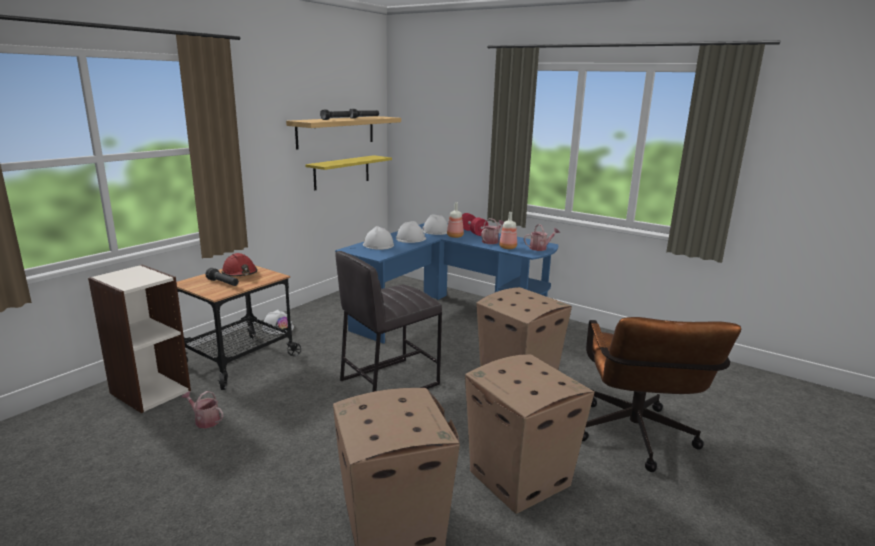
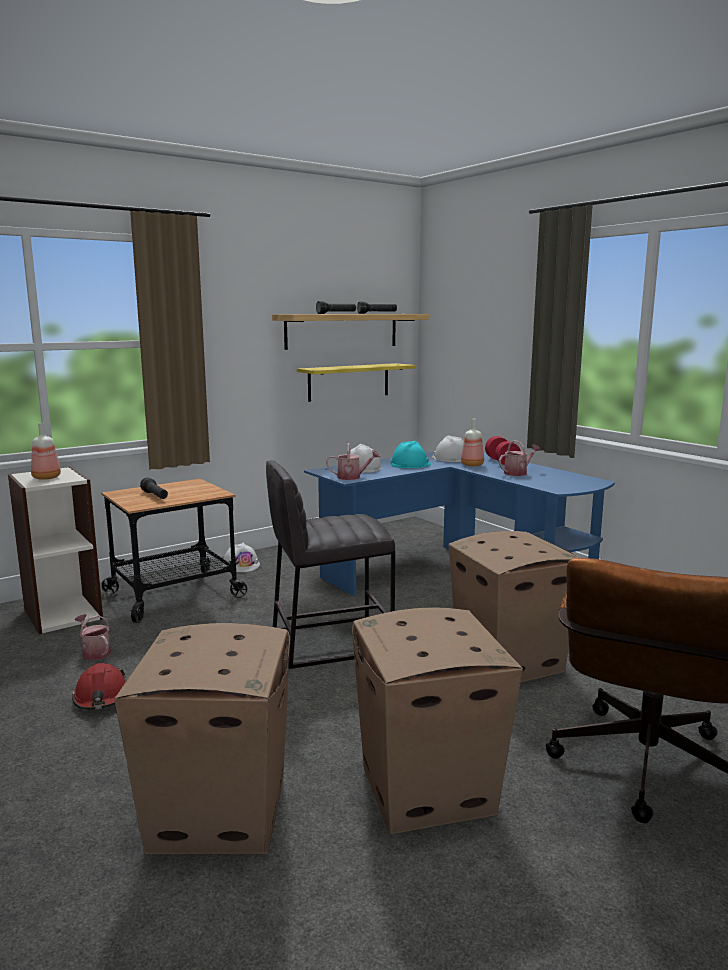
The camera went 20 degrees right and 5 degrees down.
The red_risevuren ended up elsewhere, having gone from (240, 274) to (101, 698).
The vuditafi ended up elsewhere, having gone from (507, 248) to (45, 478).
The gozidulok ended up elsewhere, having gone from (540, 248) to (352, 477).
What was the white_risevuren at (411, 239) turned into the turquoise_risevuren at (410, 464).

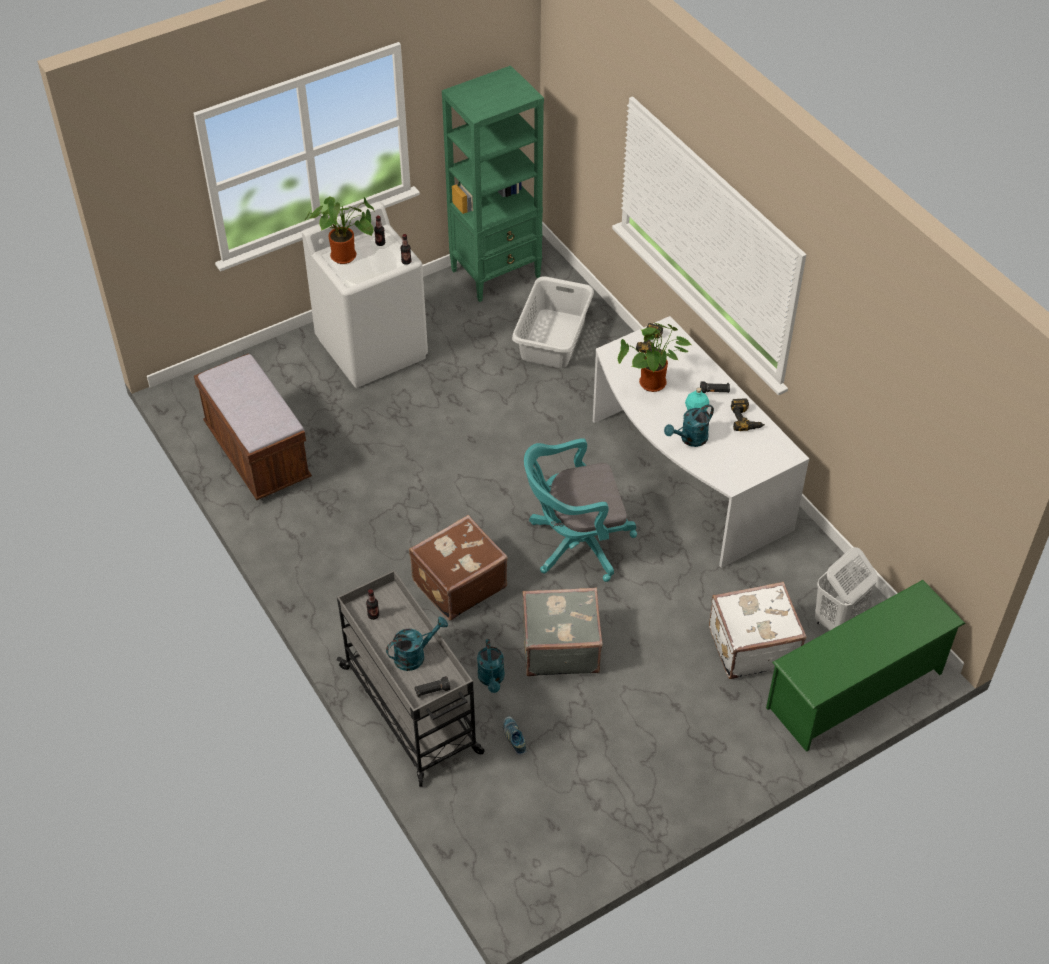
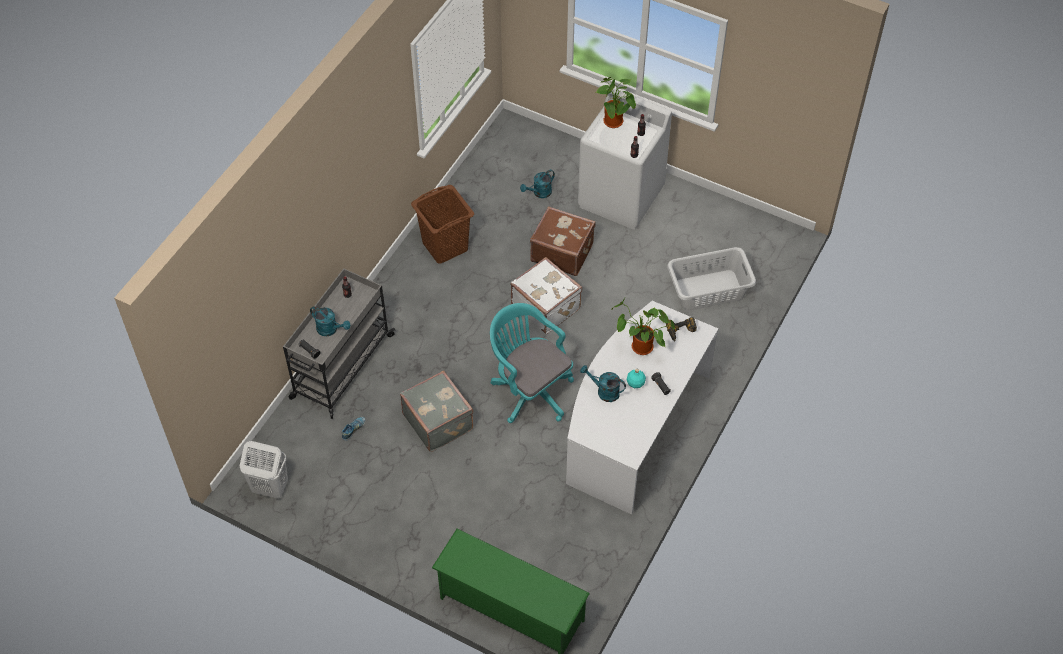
The camera went 60 degrees right and 5 degrees up.
The second view lost the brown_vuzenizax at (257, 453).
The second view lost the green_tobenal at (496, 273).
The second view lost the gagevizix at (746, 419).
The second view gained the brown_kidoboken at (445, 246).
The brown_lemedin ended up elsewhere, having gone from (458, 583) to (562, 252).
The turquoise_gozidulok ended up elsewhere, having gone from (492, 679) to (539, 193).
The white_lemedin ended up elsewhere, having gone from (751, 645) to (546, 306).
The white_kidoboken ended up elsewhere, having gone from (837, 620) to (269, 488).

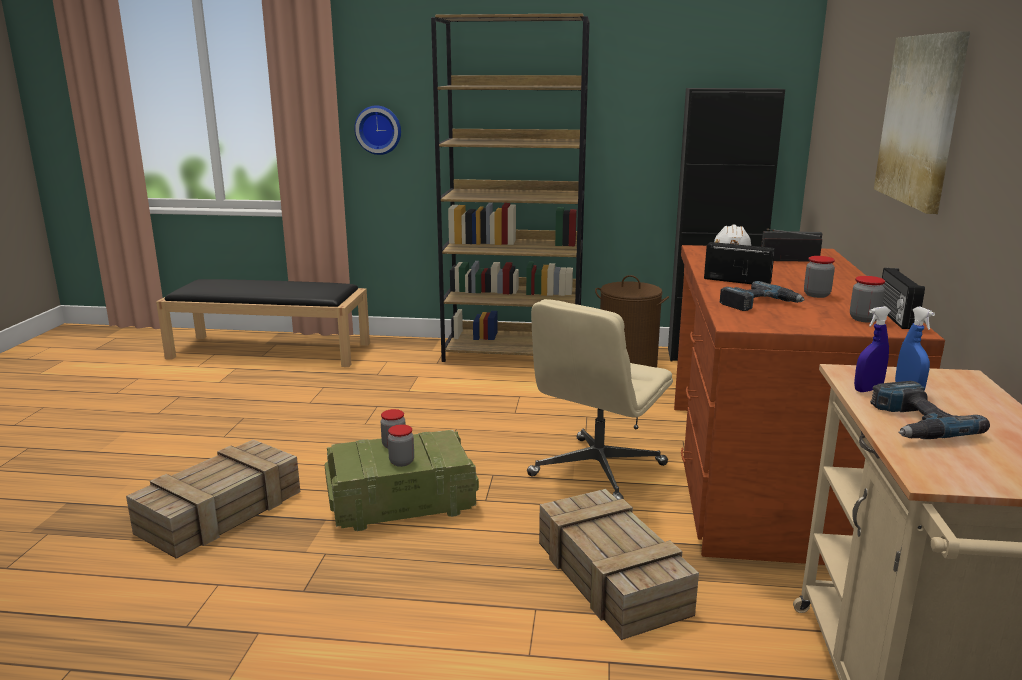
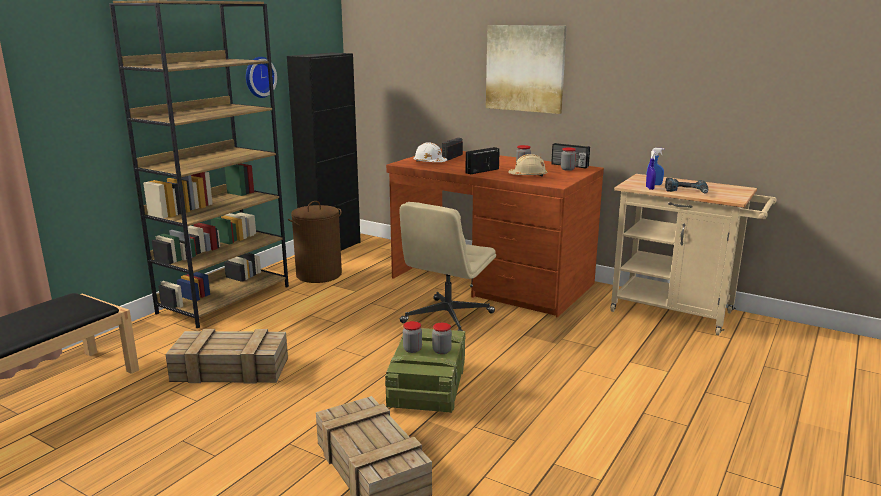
The camera went 65 degrees left and 0 degrees up.
The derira ended up elsewhere, having gone from (379, 130) to (258, 77).
The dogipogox ended up elsewhere, having gone from (613, 578) to (232, 369).
Where the gagevizix stood at (759, 304), the beige_risevuren came to stand at (528, 176).
The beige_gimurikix at (597, 471) ended up facing another way, 60 degrees clockwise from before.

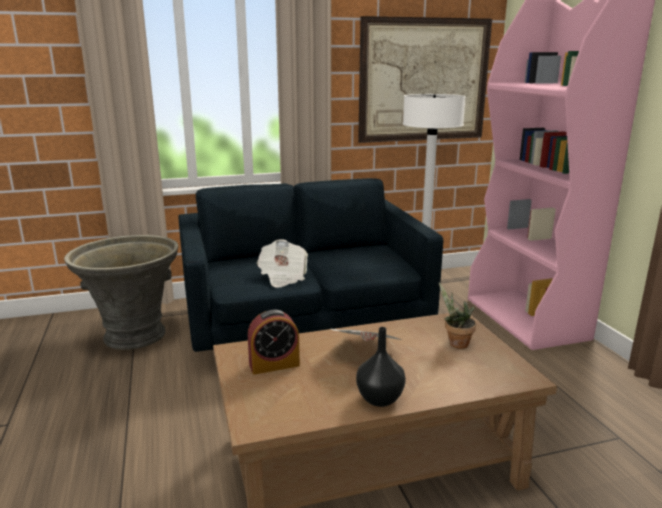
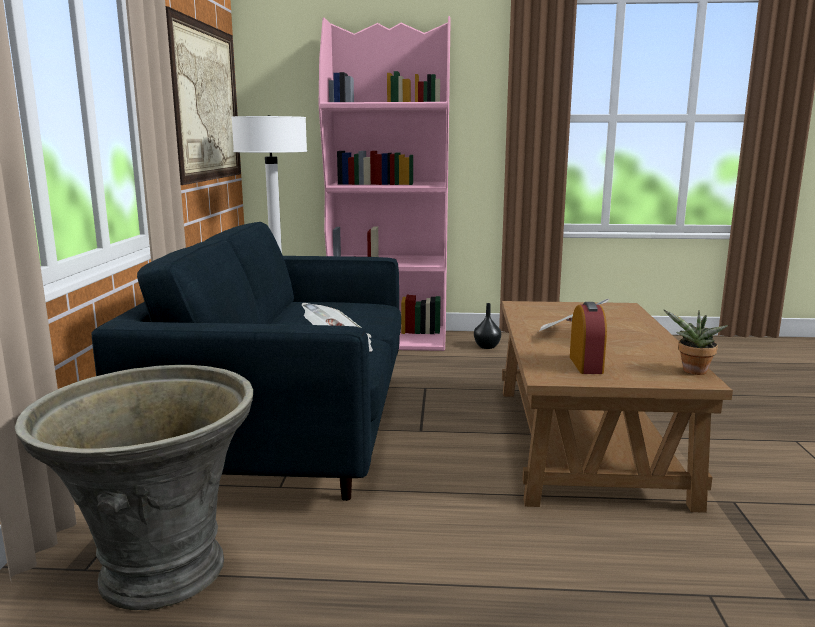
The camera went 70 degrees left and 5 degrees down.
The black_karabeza ended up elsewhere, having gone from (381, 399) to (487, 346).
The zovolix ended up elsewhere, having gone from (455, 343) to (692, 372).

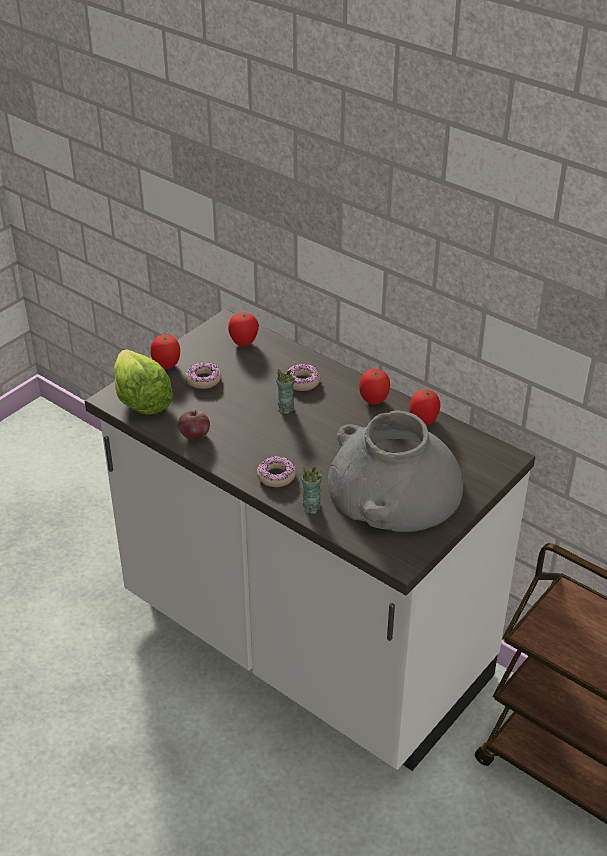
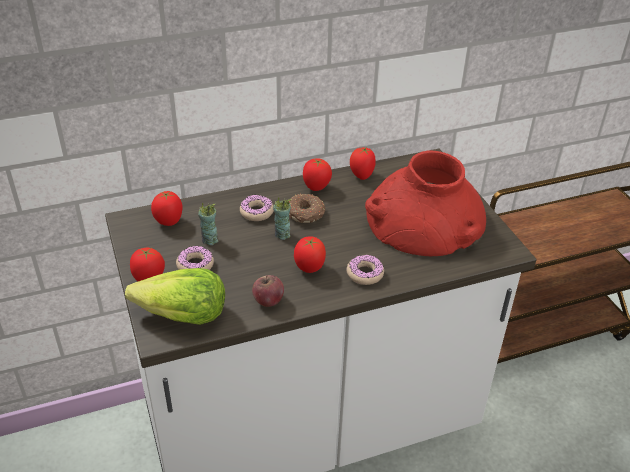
The camera went 60 degrees left and 0 degrees up.
The second view gained the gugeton at (306, 214).
The second view gained the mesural at (309, 268).
The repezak ended up elsewhere, having gone from (311, 507) to (209, 240).
What was the grey_karabeza at (394, 487) turned into the red_karabeza at (425, 219).

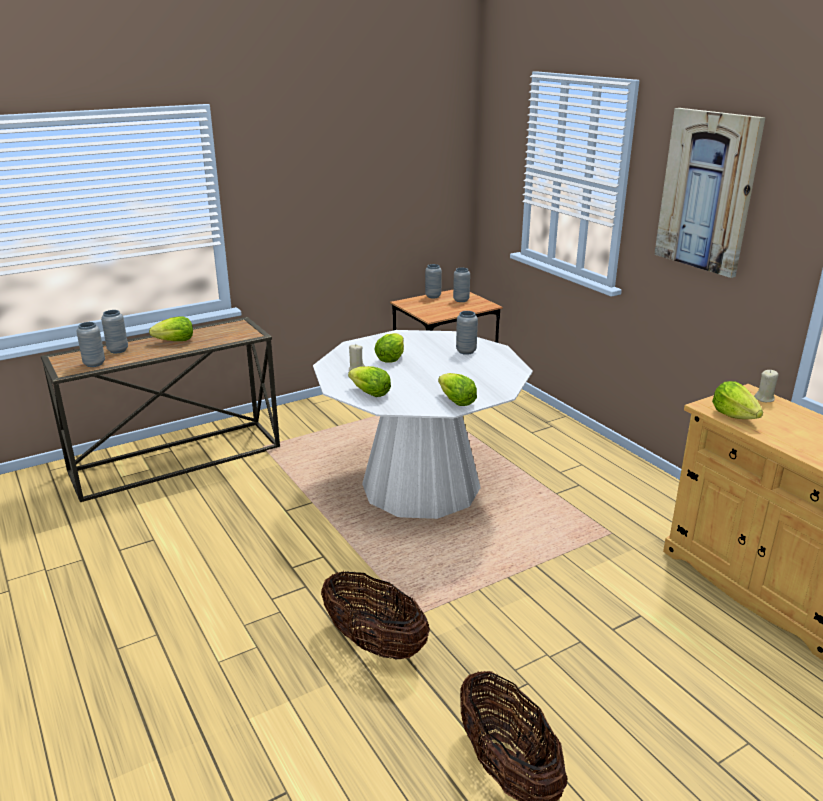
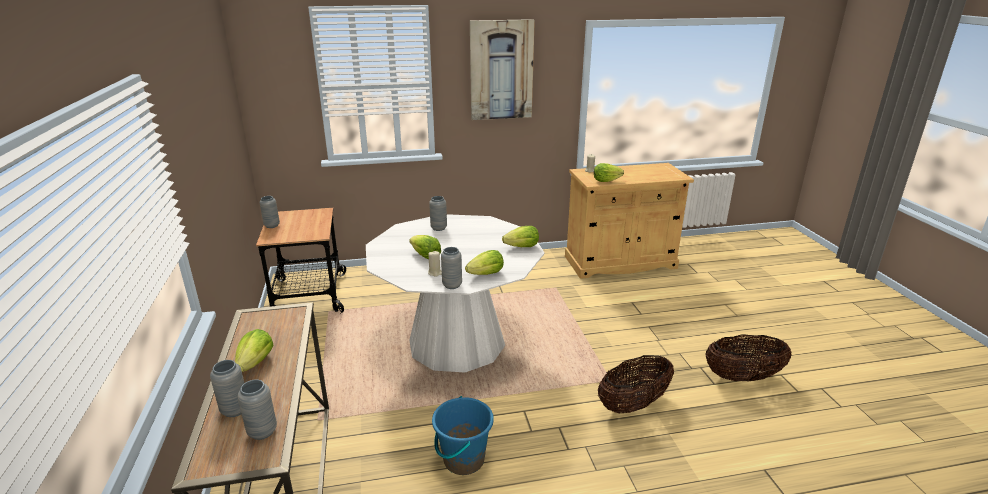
The camera went 70 degrees left and 0 degrees up.
The second view gained the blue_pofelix at (463, 460).
The grey_karabeza ended up elsewhere, having gone from (461, 300) to (452, 285).

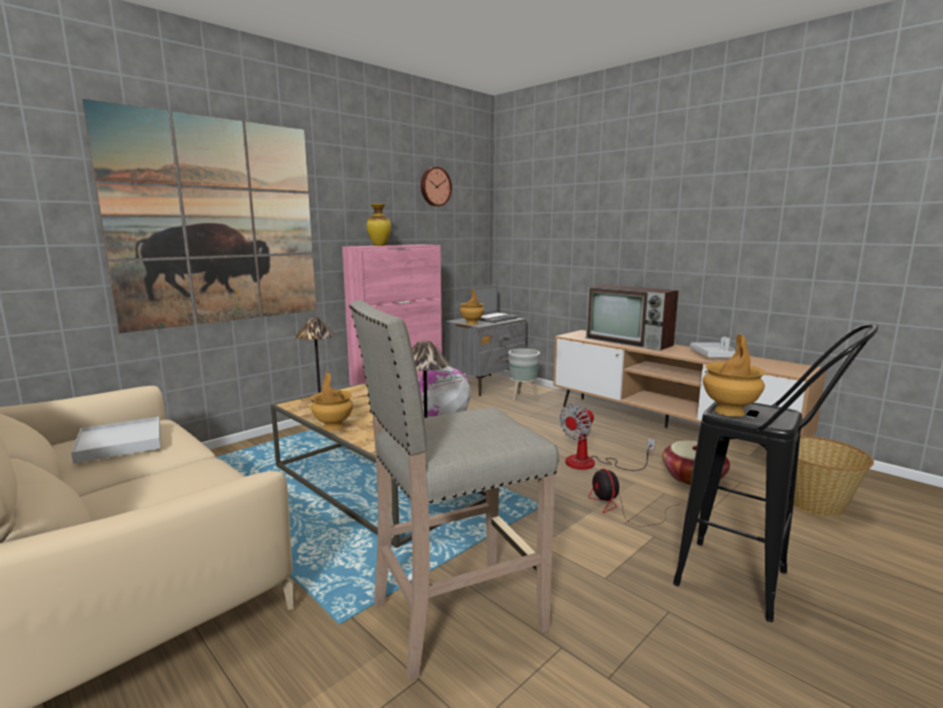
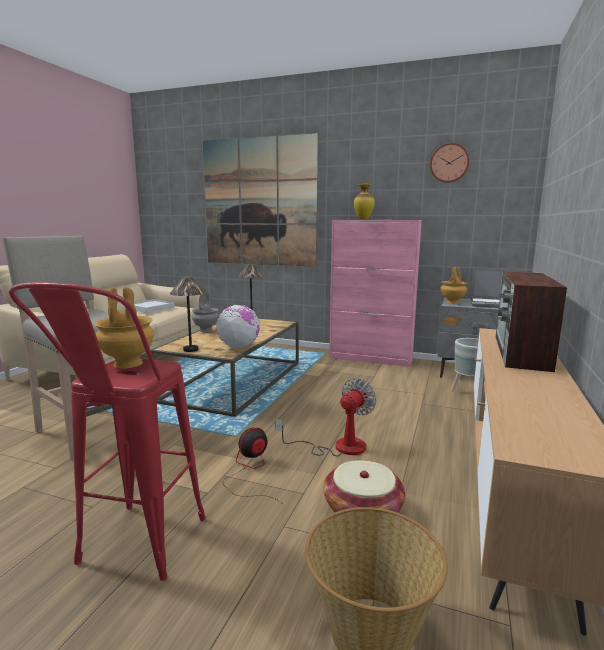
The camera went 65 degrees right and 0 degrees up.
The second view lost the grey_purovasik at (713, 356).
What was the brown_karabeza at (333, 427) turned into the grey_karabeza at (206, 330).
What was the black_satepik at (751, 586) turned into the red_satepik at (133, 554).
The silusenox at (591, 464) ended up facing another way, 105 degrees clockwise from before.

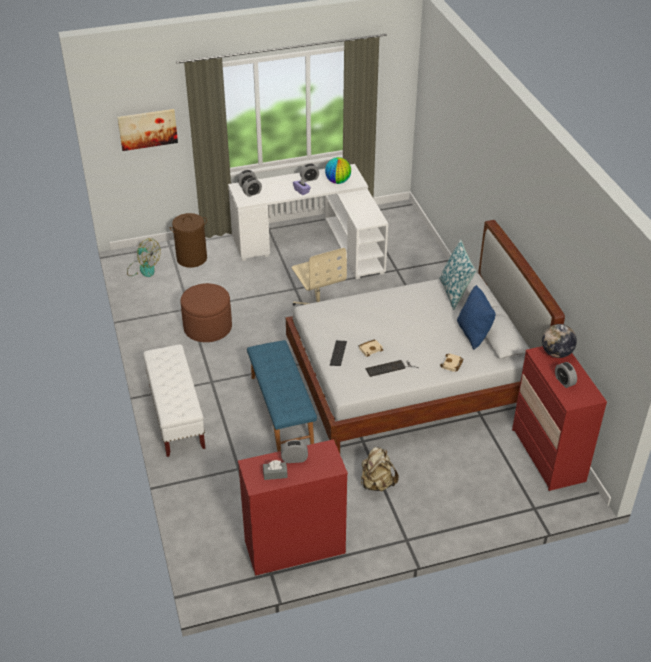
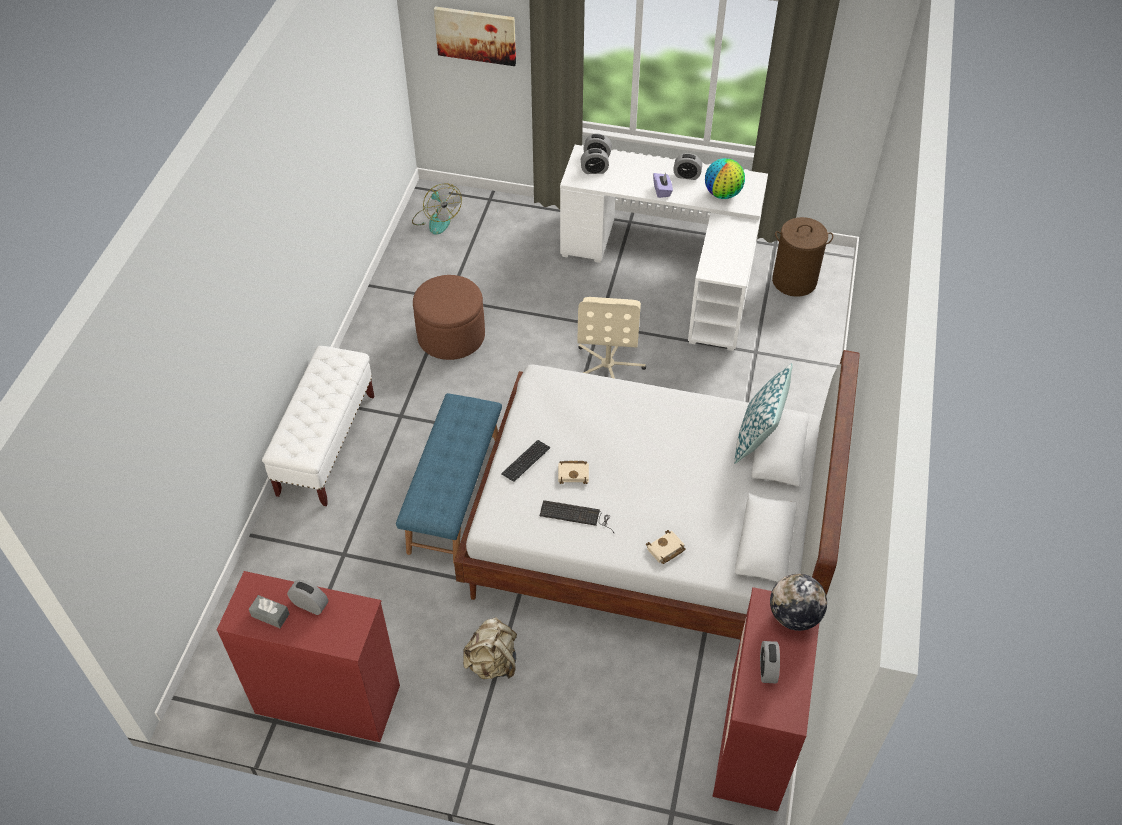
The camera went 30 degrees right and 10 degrees up.
The second view lost the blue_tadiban at (474, 333).
The brown_kidoboken ended up elsewhere, having gone from (192, 258) to (794, 281).

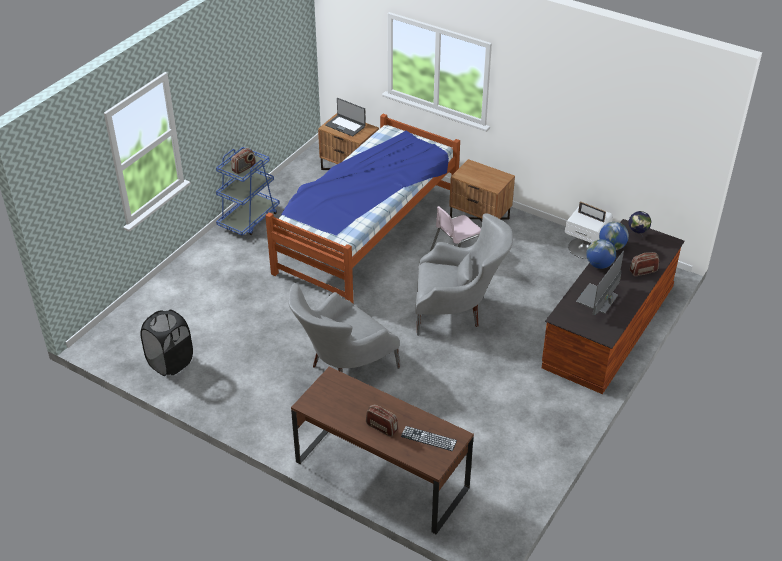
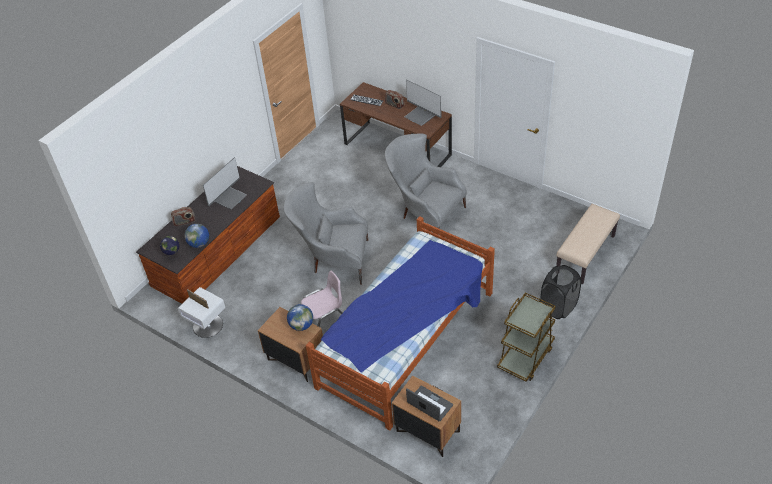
The camera went 175 degrees left and 5 degrees up.
The second view lost the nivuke at (244, 168).
The second view gained the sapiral at (420, 116).
The second view gained the beige_vuzenizax at (586, 255).
The black_kidoboken ended up elsewhere, having gone from (170, 362) to (558, 307).
The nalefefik ended up elsewhere, having gone from (599, 265) to (301, 325).
What was the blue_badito at (249, 219) turned into the brown_badito at (525, 357).
The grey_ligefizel at (342, 368) ended up facing another way, 105 degrees counterclockwise from before.

